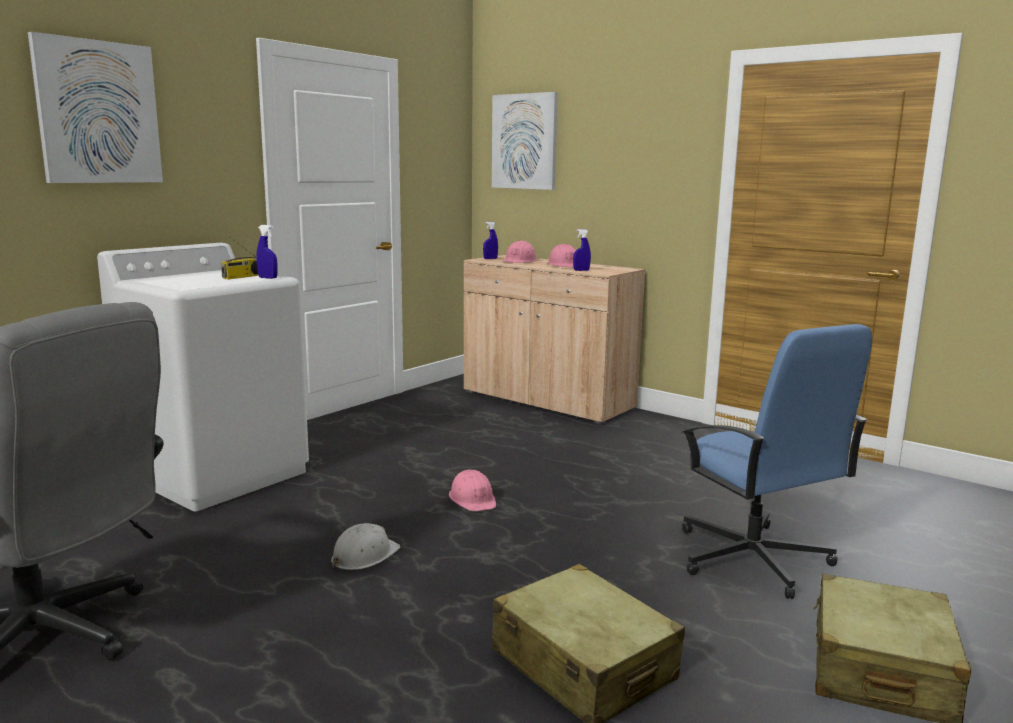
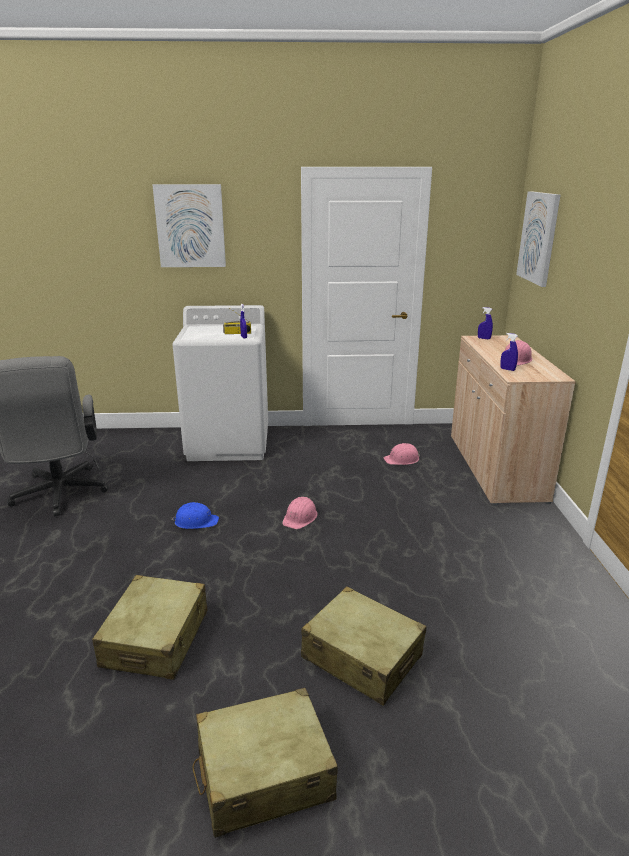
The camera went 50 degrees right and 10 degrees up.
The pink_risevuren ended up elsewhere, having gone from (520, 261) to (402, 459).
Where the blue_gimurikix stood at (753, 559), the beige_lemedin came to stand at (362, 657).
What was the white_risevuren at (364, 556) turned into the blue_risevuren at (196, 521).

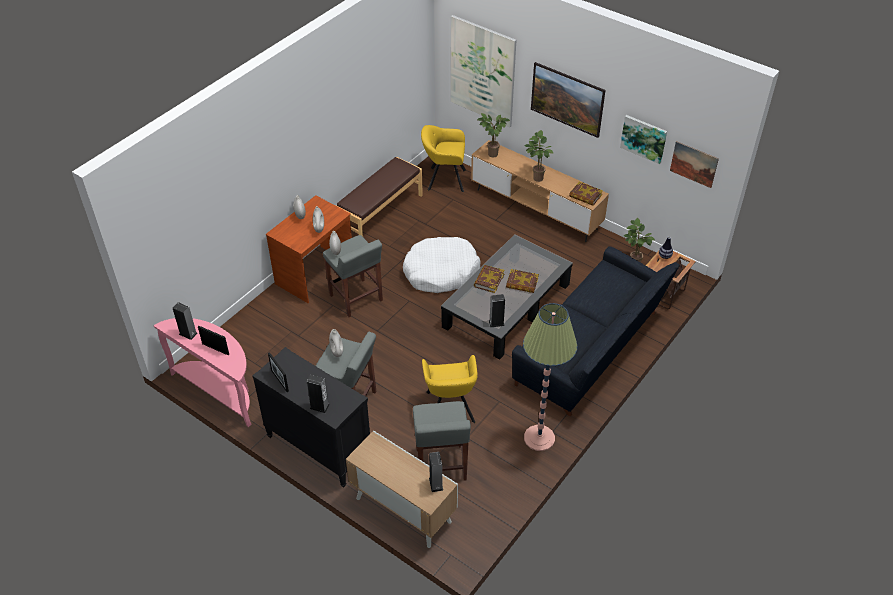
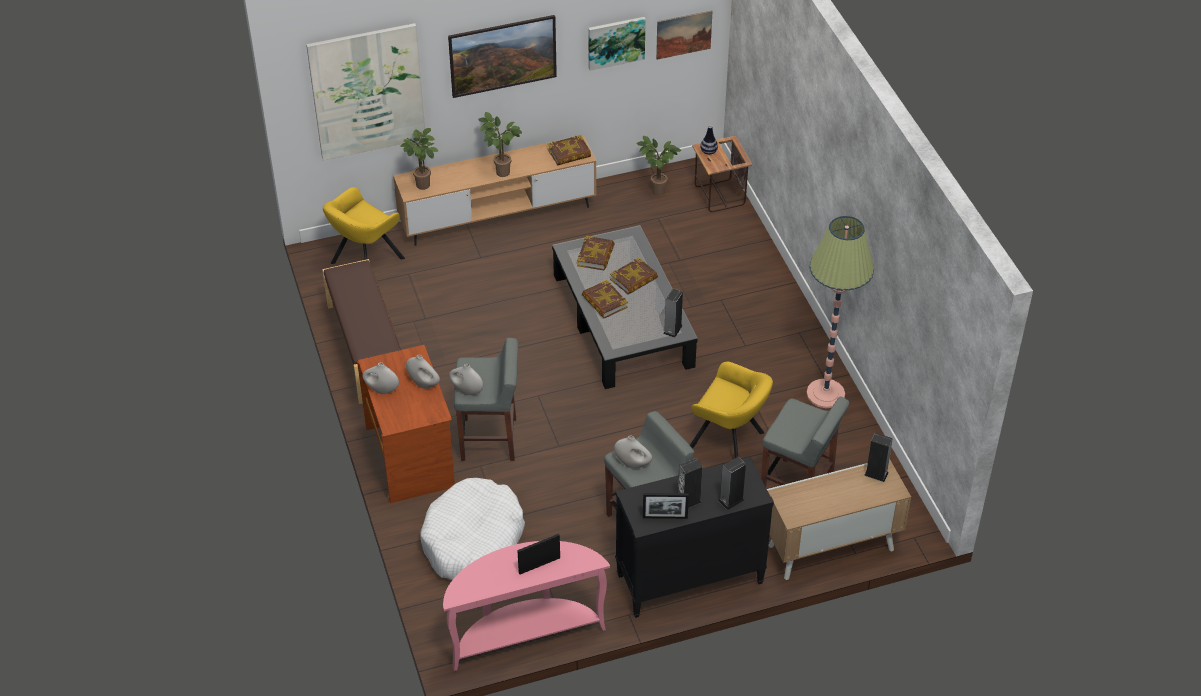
The camera went 55 degrees left and 0 degrees up.
The second view lost the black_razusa at (591, 350).
The second view gained the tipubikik at (596, 256).
The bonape ended up elsewhere, having gone from (188, 333) to (688, 501).
The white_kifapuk ended up elsewhere, having gone from (441, 272) to (473, 541).

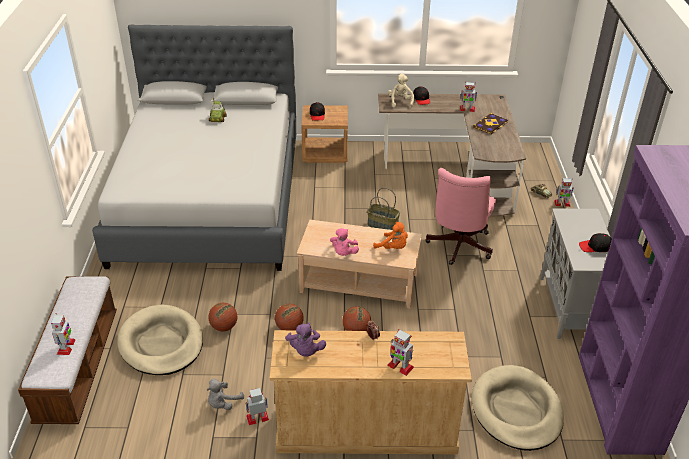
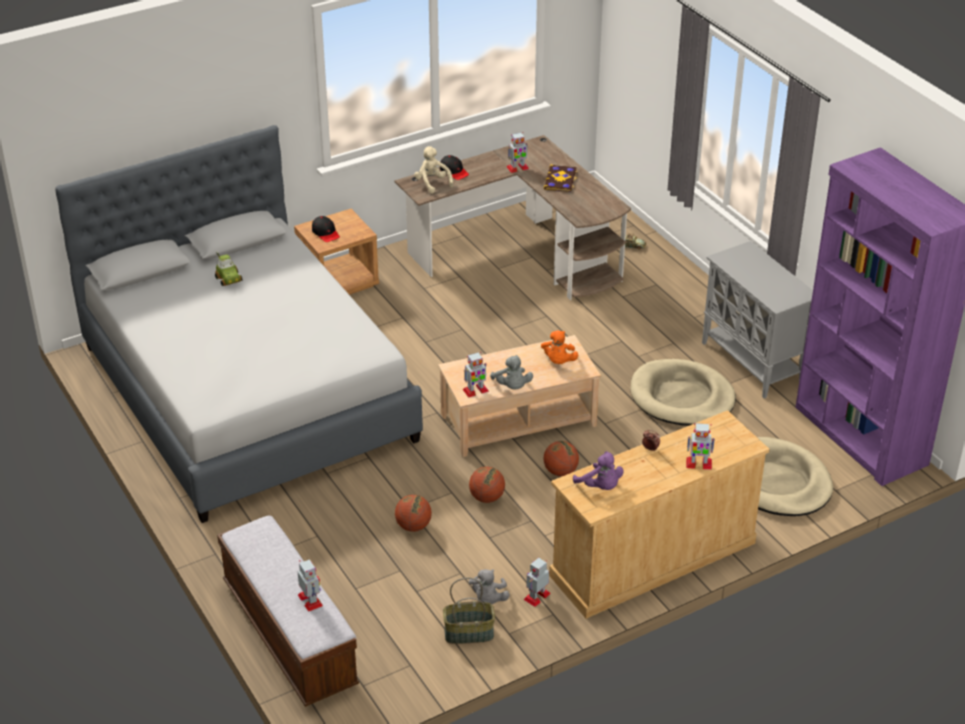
The camera went 30 degrees left and 0 degrees up.
The second view lost the pink_gimurikix at (458, 247).
The second view lost the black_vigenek at (595, 247).
The beige_kifapuk ended up elsewhere, having gone from (161, 343) to (681, 397).
The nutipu ended up elsewhere, having gone from (383, 225) to (469, 632).
The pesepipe ended up elsewhere, having gone from (562, 203) to (475, 390).
What was the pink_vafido at (344, 253) turned into the grey_vafido at (512, 387).
The orange_vafido at (393, 248) ended up facing another way, 90 degrees clockwise from before.

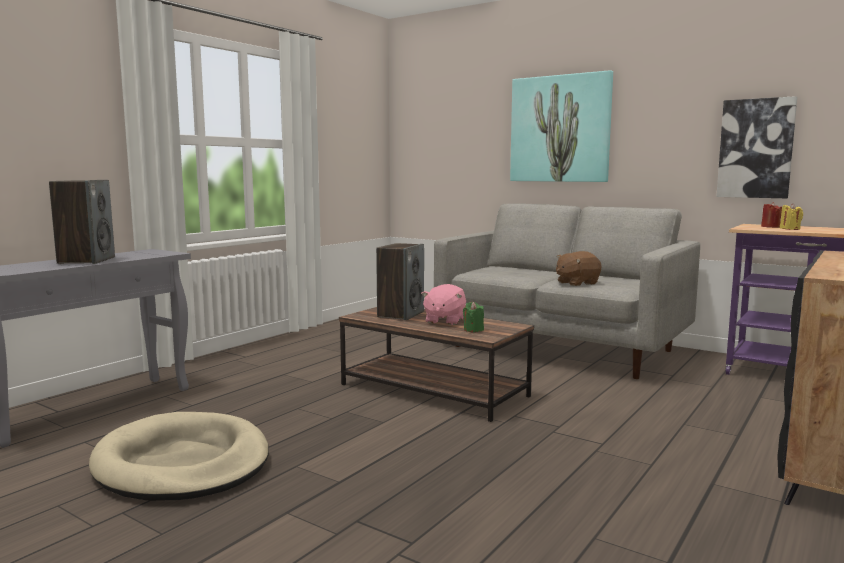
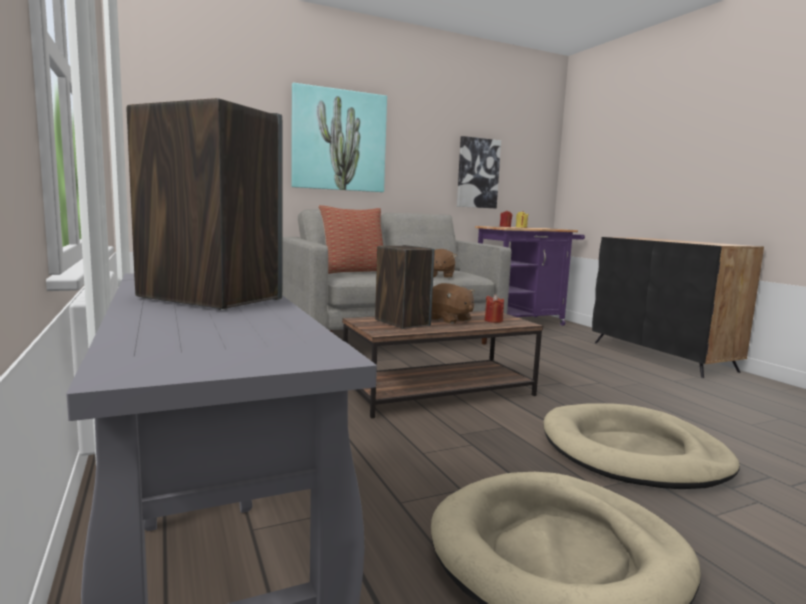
The camera went 60 degrees left and 0 degrees up.
The second view gained the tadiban at (354, 271).
The second view gained the beige_kifapuk at (633, 452).
What was the pink_vafido at (444, 321) turned into the brown_vafido at (449, 320).
What was the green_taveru at (473, 330) turned into the red_taveru at (493, 321).

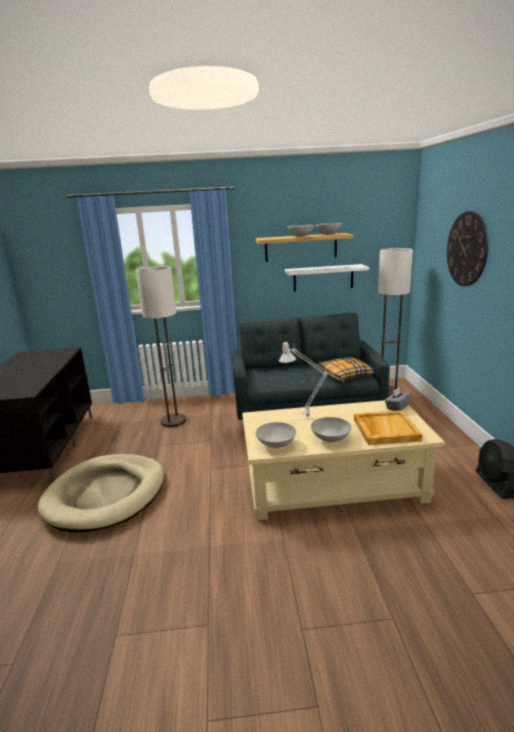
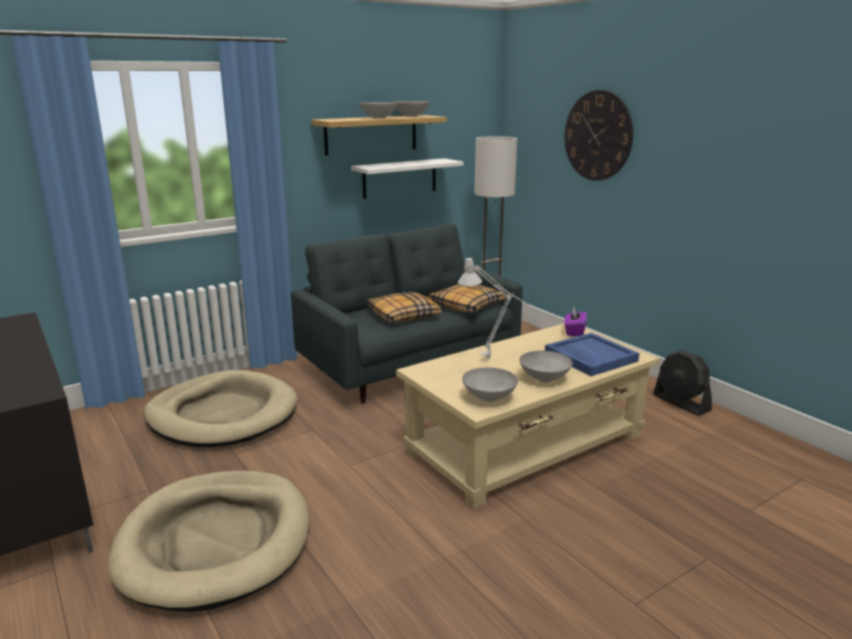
The camera went 30 degrees left and 0 degrees up.
The second view gained the tadiban at (403, 316).
Where the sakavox stood at (173, 421), the beige_kifapuk came to stand at (222, 415).
What was the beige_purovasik at (385, 429) turned into the blue_purovasik at (589, 357).
What was the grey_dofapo at (397, 407) turned into the purple_dofapo at (574, 332).

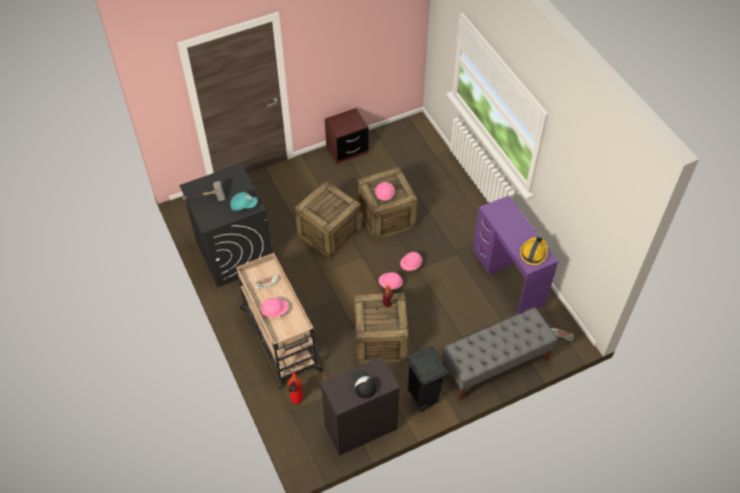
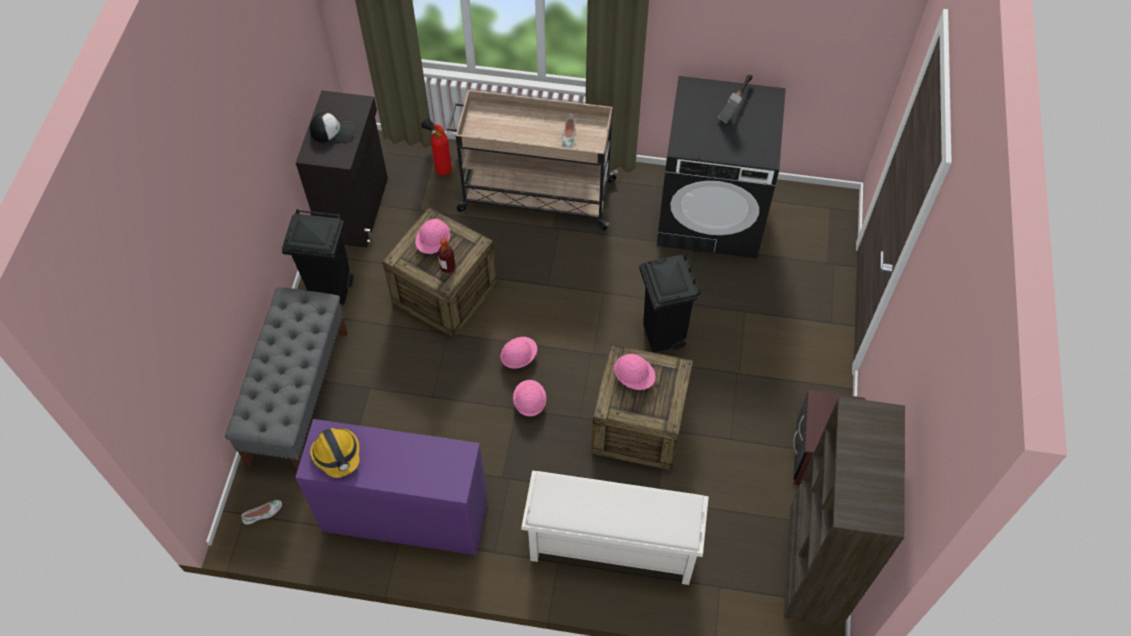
The camera went 125 degrees right and 5 degrees up.
The second view lost the turquoise_vigenek at (243, 205).
The second view gained the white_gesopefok at (611, 547).
The second view gained the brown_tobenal at (811, 575).
The pink_risevuren ended up elsewhere, having gone from (275, 311) to (434, 243).
Where the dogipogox stood at (329, 234), the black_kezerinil came to stand at (663, 336).

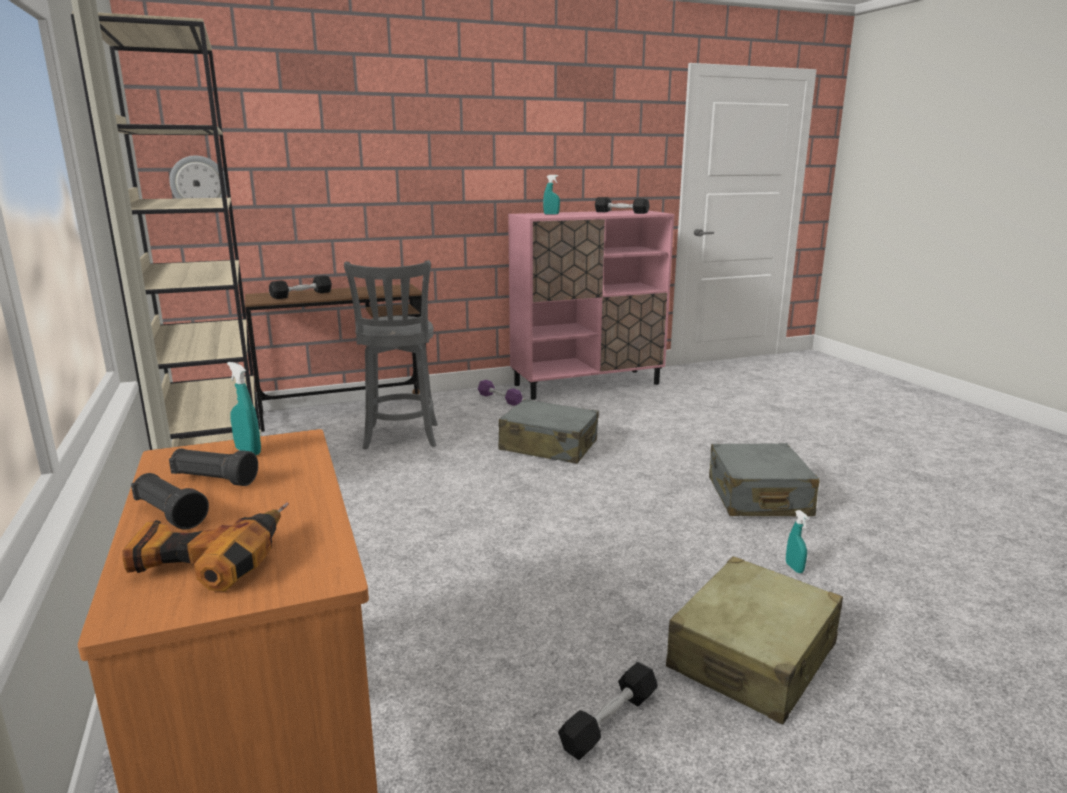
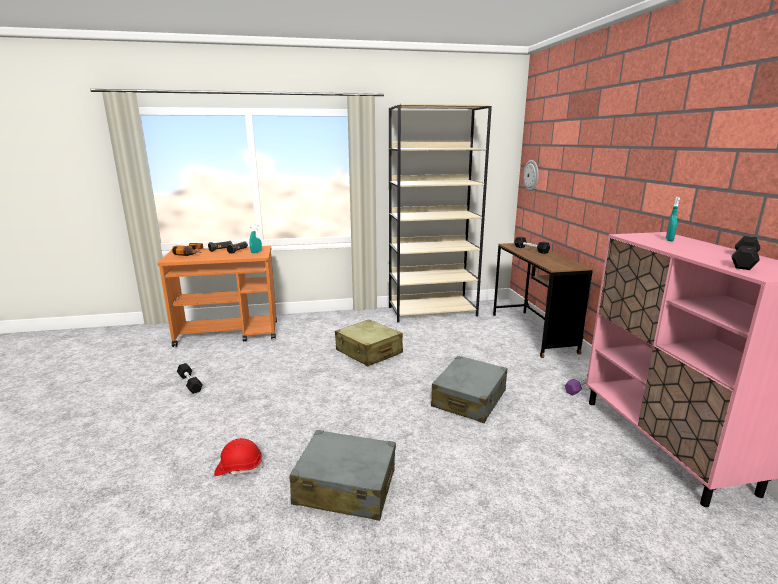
The camera went 100 degrees right and 0 degrees up.
The second view lost the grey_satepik at (401, 438).
The beige_lemedin ended up elsewhere, having gone from (753, 657) to (369, 352).
Where the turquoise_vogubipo stood at (794, 568), the red_risevuren came to stand at (239, 468).

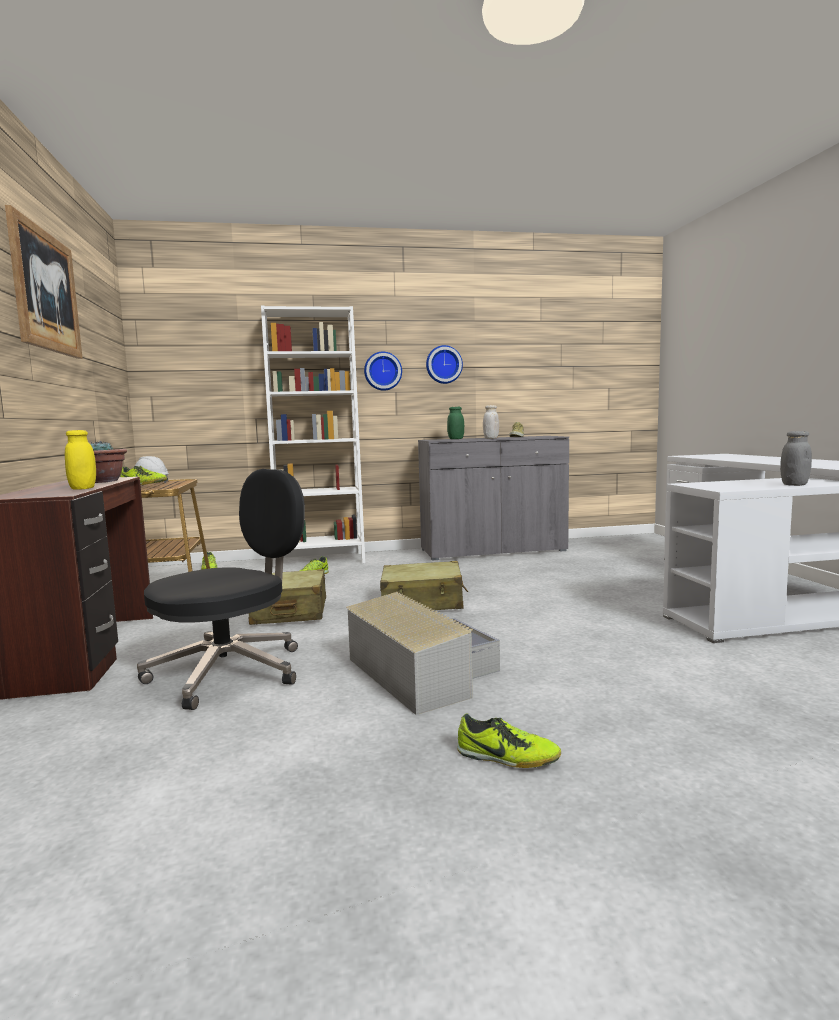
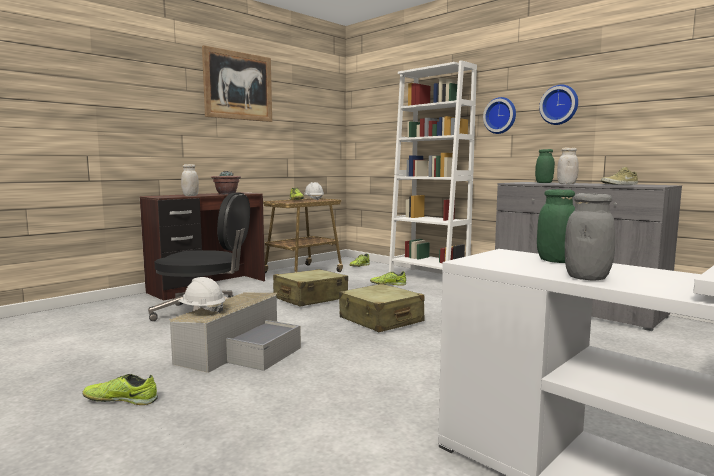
The camera went 55 degrees right and 0 degrees up.
The second view gained the white_risevuren at (202, 310).
The second view gained the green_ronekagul at (555, 261).
What was the yellow_ronekagul at (83, 488) turned into the white_ronekagul at (190, 196).
The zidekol at (507, 758) ended up facing another way, 105 degrees clockwise from before.

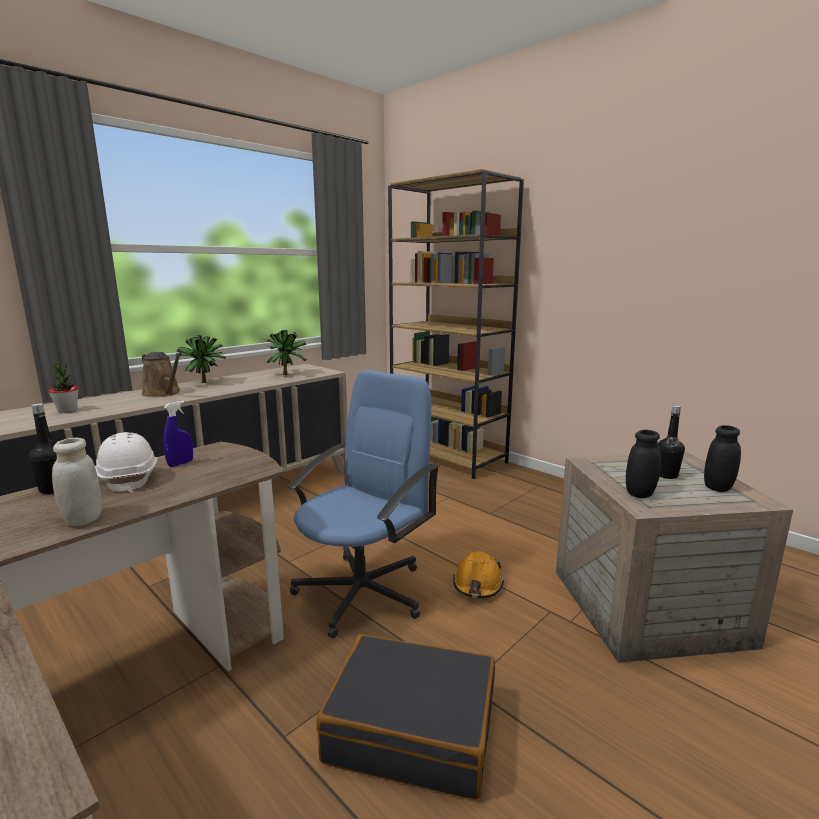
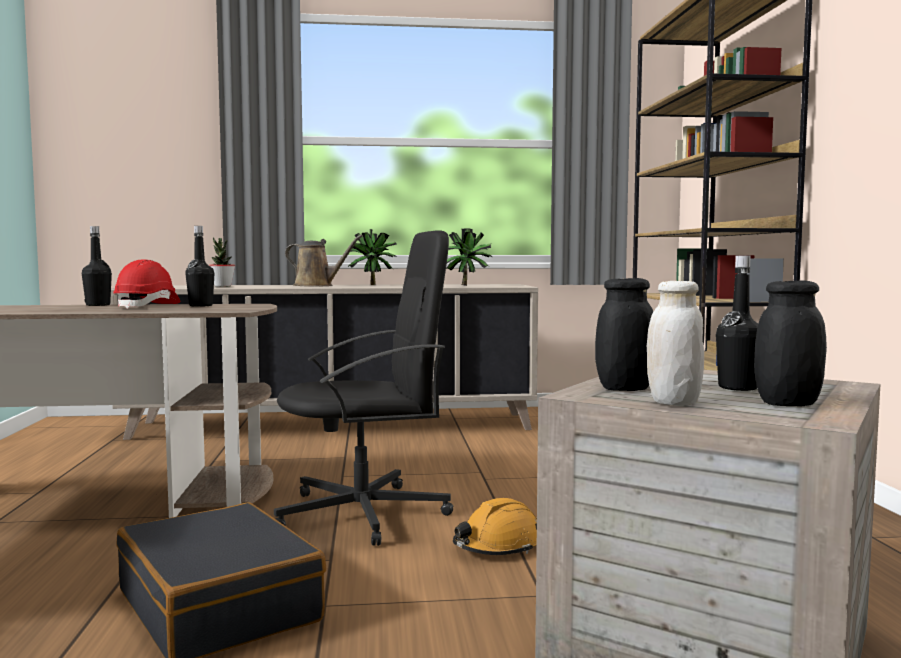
The camera went 40 degrees right and 10 degrees down.
The white_ronekagul ended up elsewhere, having gone from (83, 519) to (673, 402).
Where the blue_vogubipo stood at (180, 464), the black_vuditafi came to stand at (201, 305).
What was the white_risevuren at (129, 479) turned into the red_risevuren at (148, 306).
What was the blue_gimurikix at (363, 592) turned into the black_gimurikix at (365, 513).
The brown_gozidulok at (163, 393) ended up facing another way, 60 degrees counterclockwise from before.

